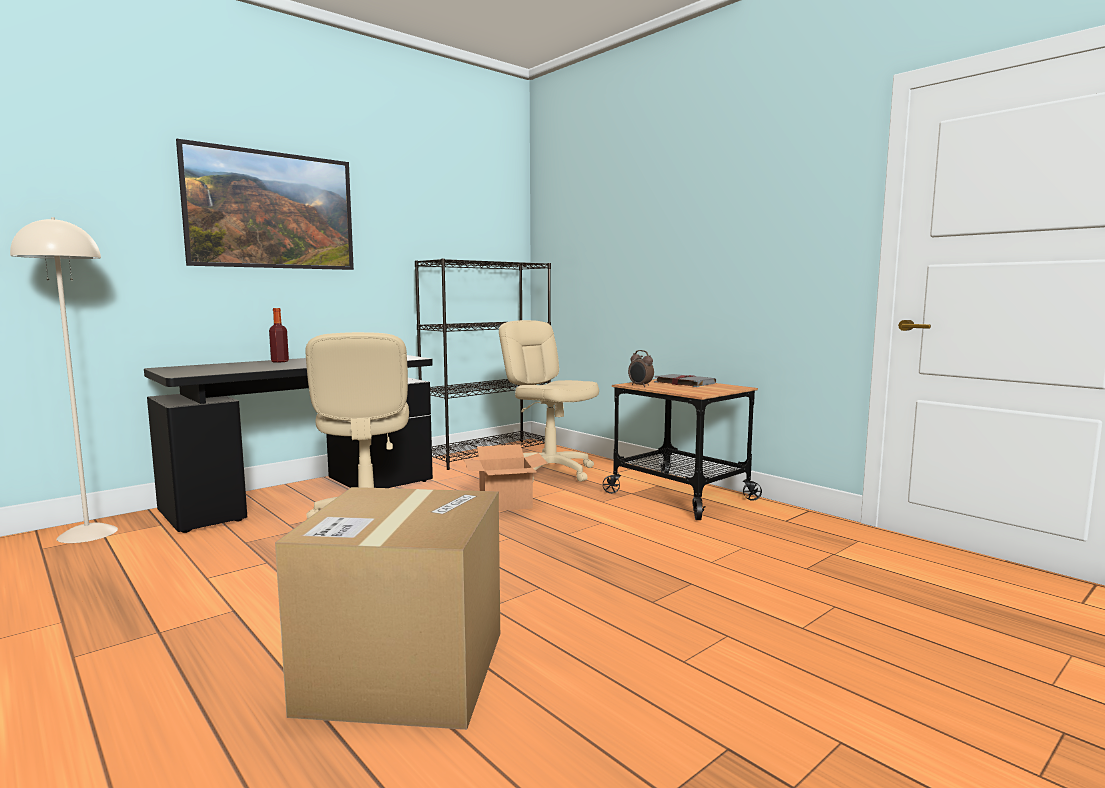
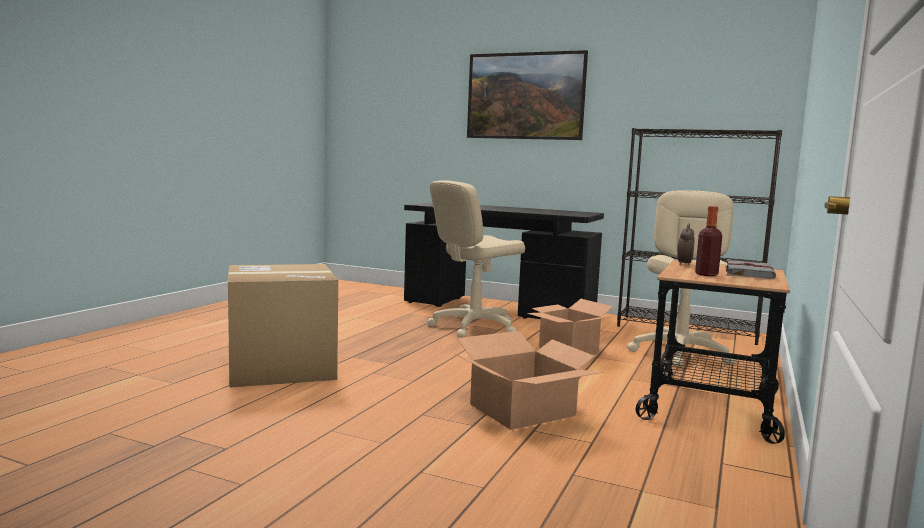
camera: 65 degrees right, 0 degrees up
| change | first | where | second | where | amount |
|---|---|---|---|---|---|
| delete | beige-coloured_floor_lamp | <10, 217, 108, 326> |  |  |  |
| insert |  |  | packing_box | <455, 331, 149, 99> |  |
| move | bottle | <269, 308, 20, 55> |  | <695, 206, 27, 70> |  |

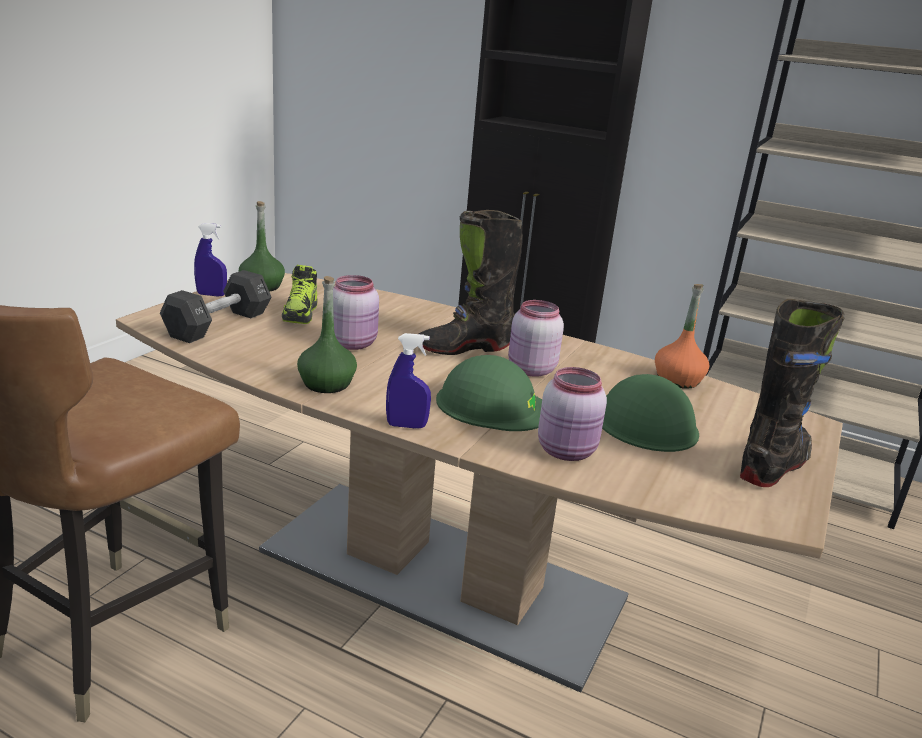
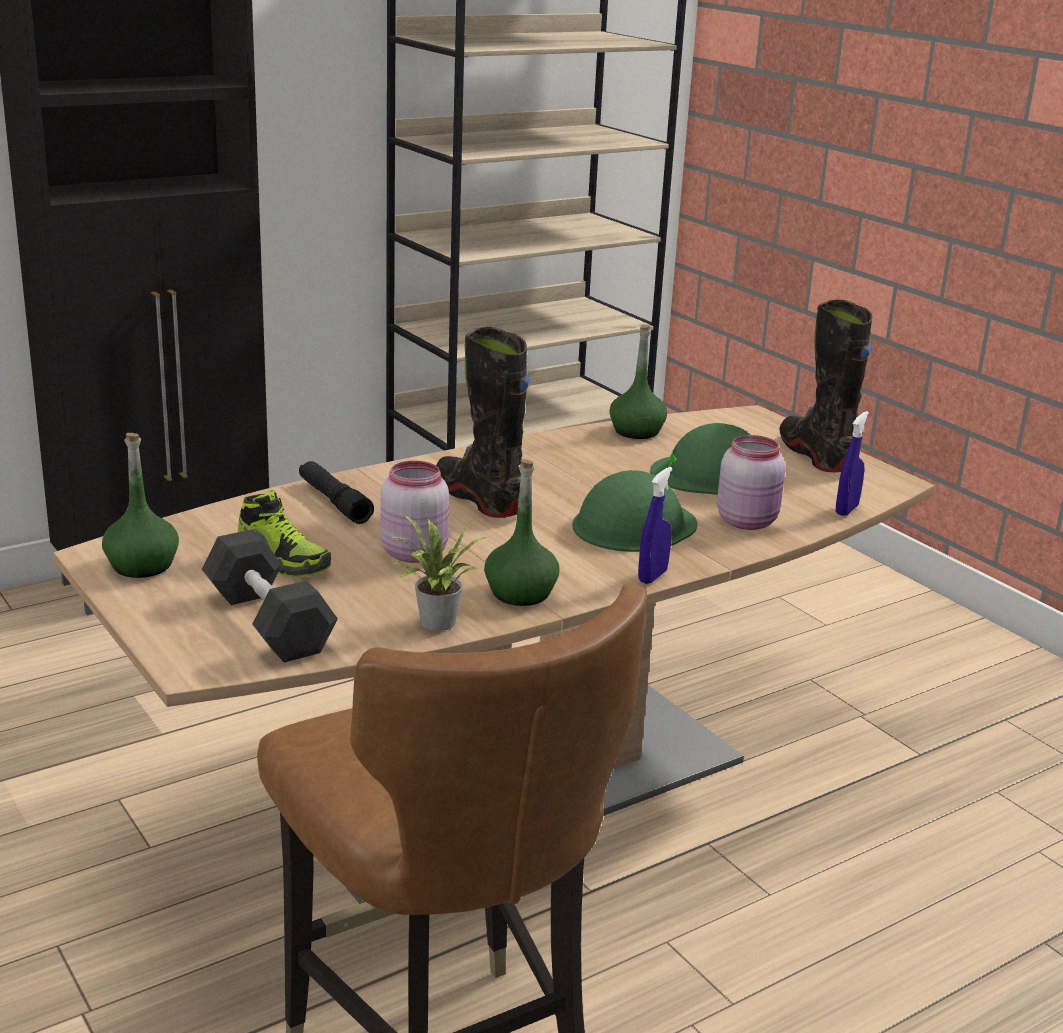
camera: 60 degrees left, 0 degrees up
| change | first | where | second | where | amount |
|---|---|---|---|---|---|
| delete | pink-coloured_jar | <508, 300, 56, 77> |  |  |  |
| insert |  |  | black_flashlight | <299, 461, 75, 63> |  |
| insert |  |  | houseplant | <391, 514, 96, 117> |  |
| move | bluish_sprayer | <194, 223, 33, 74> |  | <836, 411, 33, 105> |  |
| recolor | orange_bottle | <655, 284, 54, 105> | green-coloured_bottle | <609, 325, 58, 114> |  |
| rotate | black_tall_boot | <419, 210, 104, 145> |  | <436, 327, 94, 191> | 135 degrees clockwise |

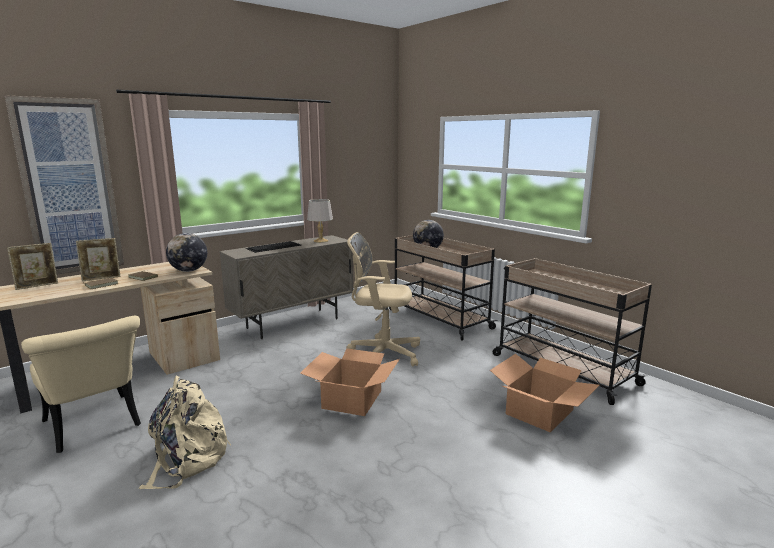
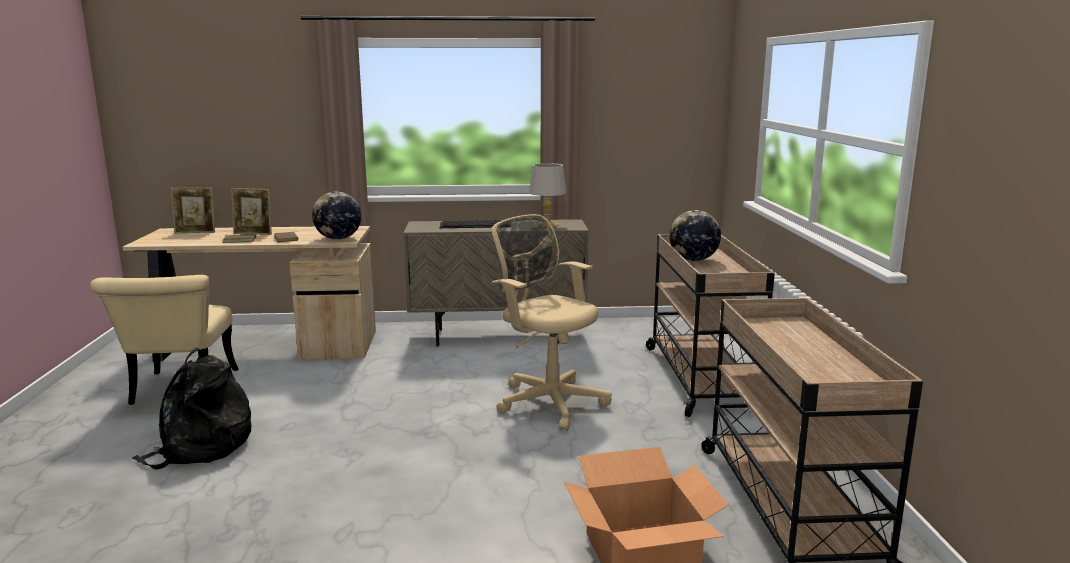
camera: 35 degrees right, 0 degrees up
| change | first | where | second | where | amount |
|---|---|---|---|---|---|
| delete | wall_art | <5, 95, 119, 180> |  |  |  |
| delete | packing_box | <300, 349, 100, 67> |  |  |  |
| recolor | beige-coloured_rucksack | <139, 376, 92, 113> | black_rucksack | <132, 348, 119, 122> |  |

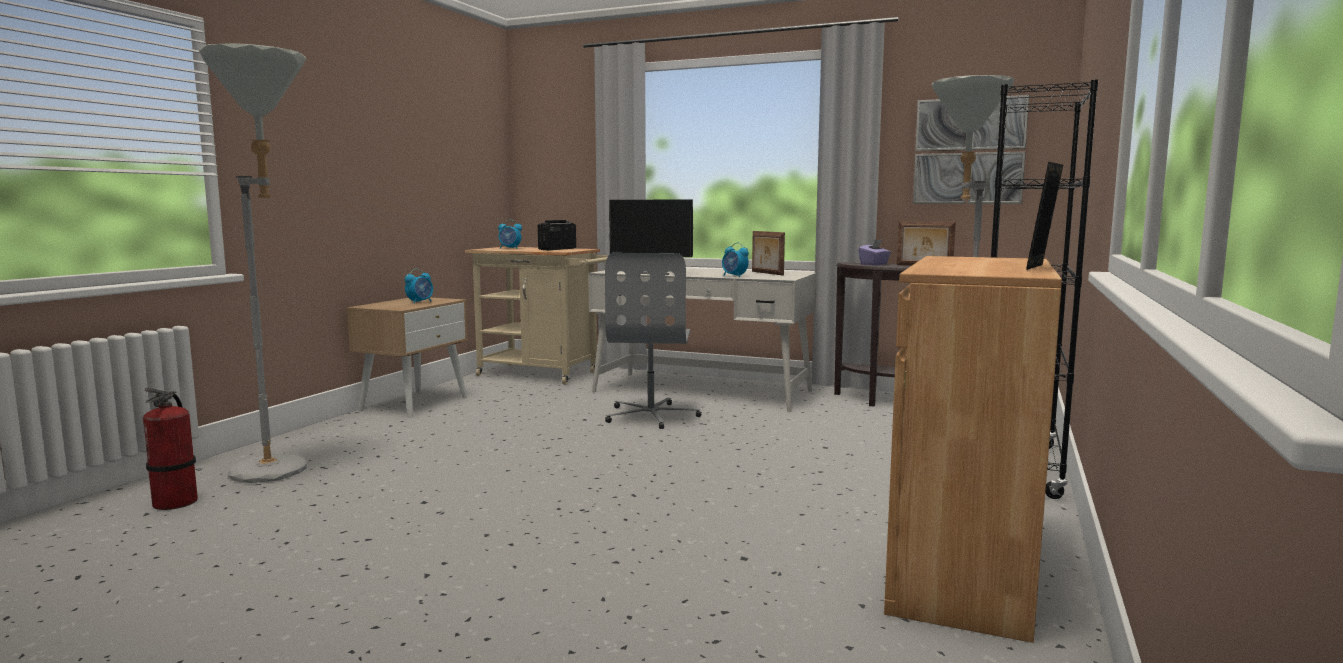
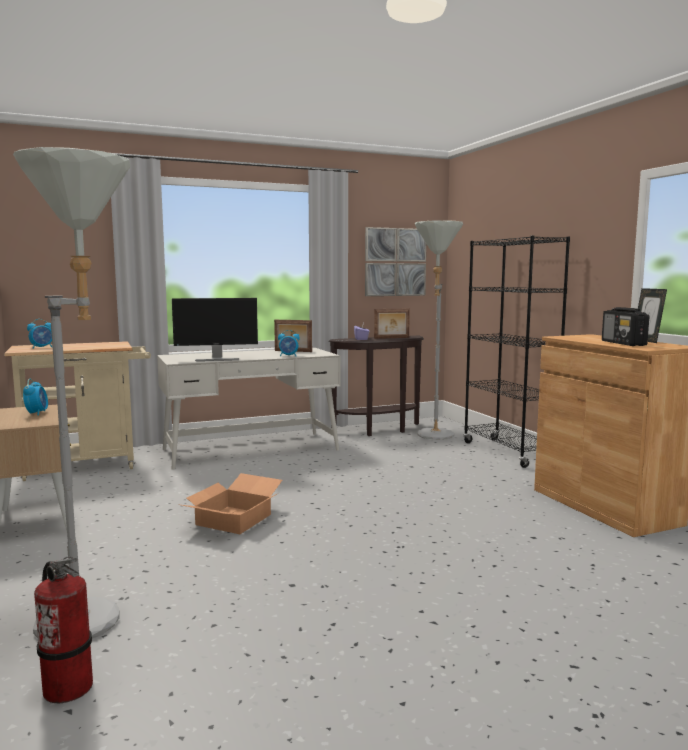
camera: 45 degrees left, 0 degrees up
| change | first | where | second | where | amount |
|---|---|---|---|---|---|
| delete | gray_desk_chair | <605, 253, 96, 176> |  |  |  |
| insert |  |  | packing_box | <178, 473, 104, 61> |  |
| move | radio_receiver | <538, 220, 38, 30> |  | <602, 307, 47, 39> |  |

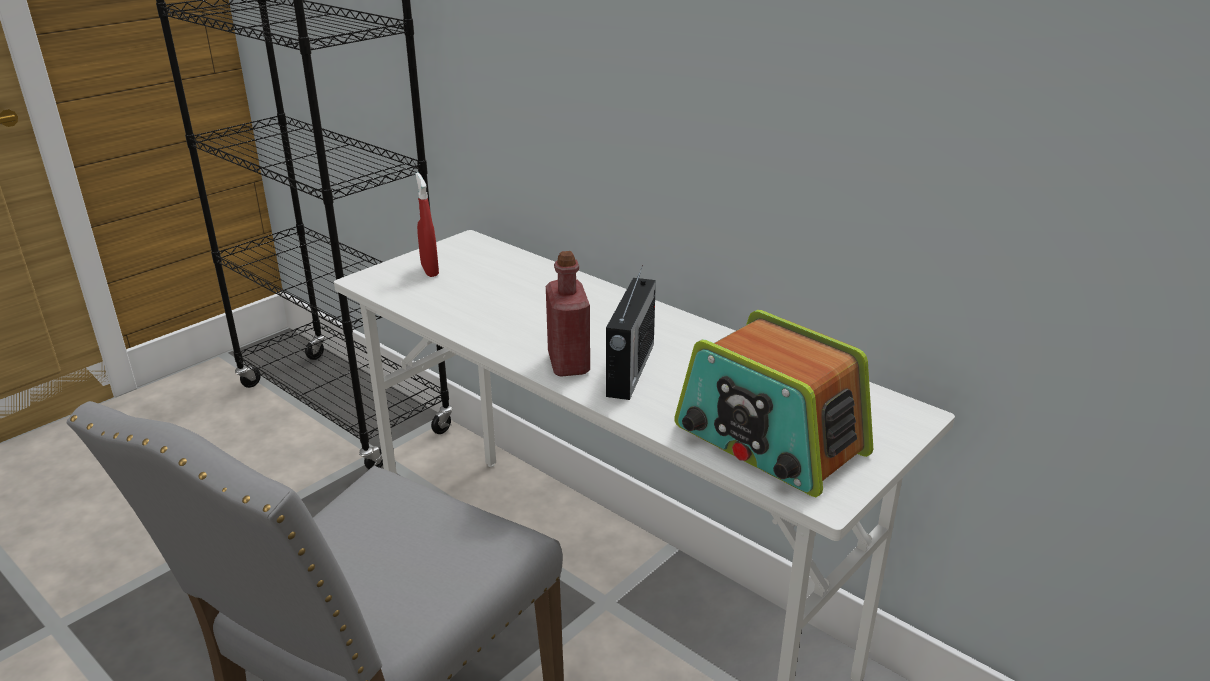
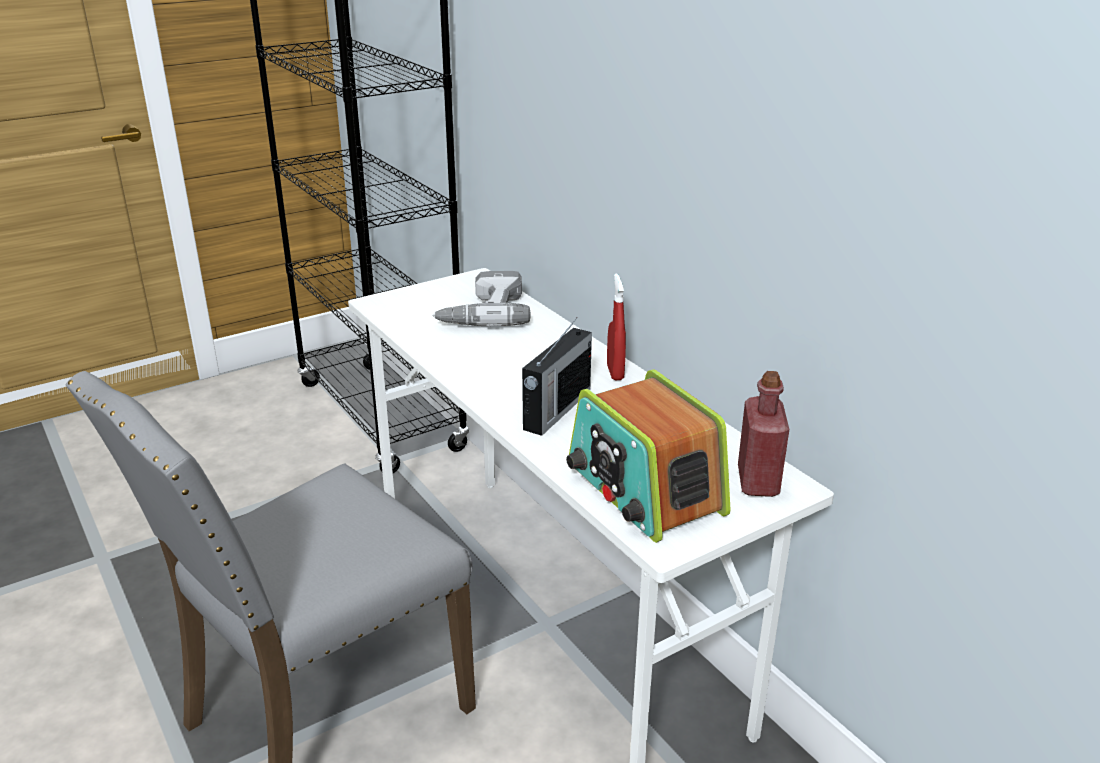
camera: 15 degrees right, 0 degrees up
| change | first | where | second | where | amount |
|---|---|---|---|---|---|
| insert |  |  | electric_drill | <433, 271, 98, 55> |  |
| move | red-coloured_sprayer | <416, 173, 23, 104> |  | <607, 274, 19, 106> |  |
| move | red-coloured_bottle | <546, 251, 44, 126> |  | <738, 371, 51, 126> |  |

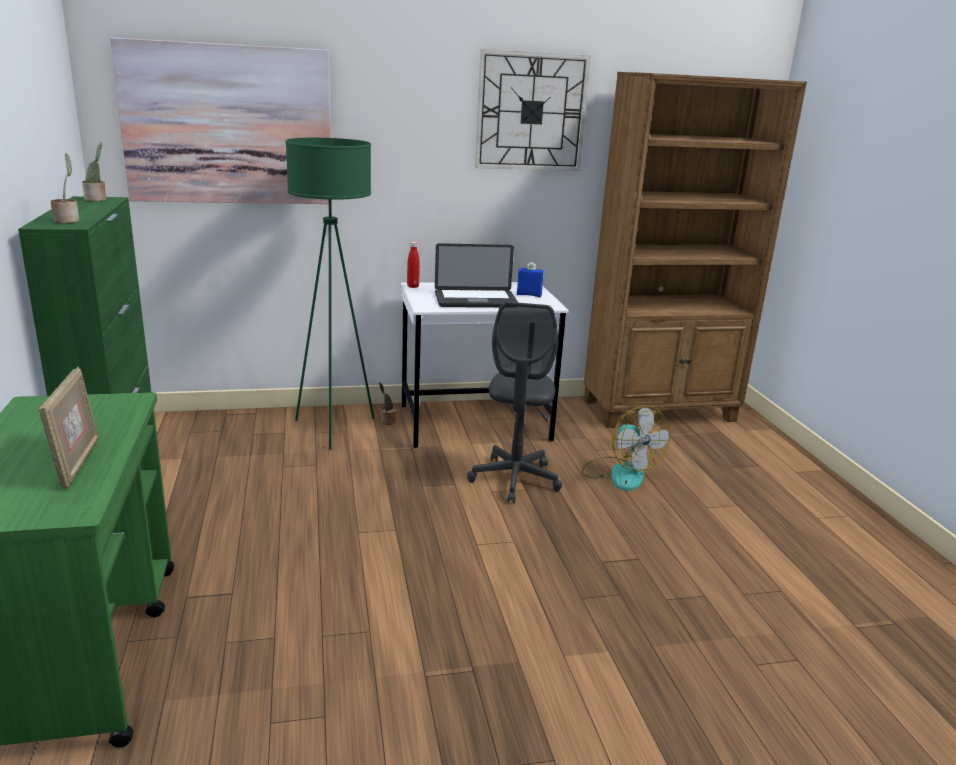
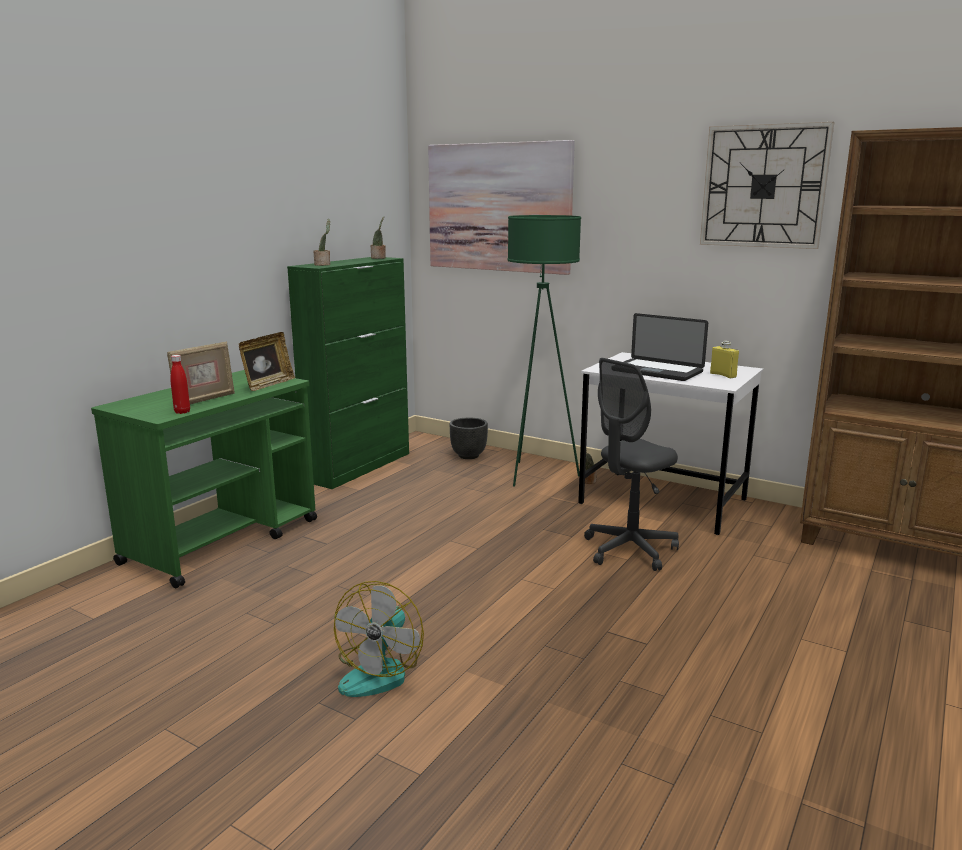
camera: 45 degrees right, 5 degrees down
| change | first | where | second | where | amount |
|---|---|---|---|---|---|
| insert |  |  | standing_frame | <239, 332, 56, 59> |  |
| insert |  |  | black_planter | <450, 418, 38, 41> |  |
| move | red-coloured_bottle | <407, 242, 13, 46> |  | <171, 355, 19, 59> |  |
| move | electric_fan | <582, 405, 88, 86> |  | <334, 581, 90, 116> |  |
| recolor | bluish_bottle | <517, 263, 27, 34> | yellow_bottle | <710, 341, 29, 37> |  |

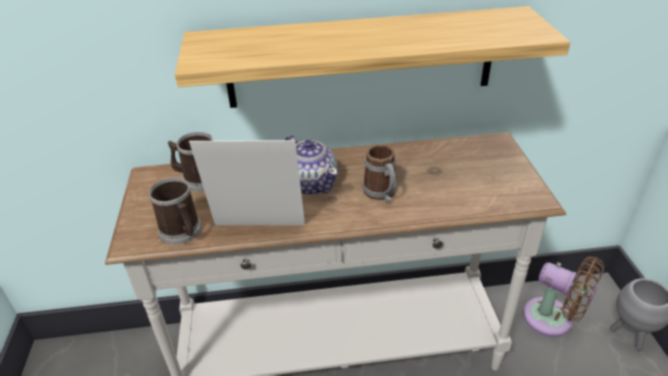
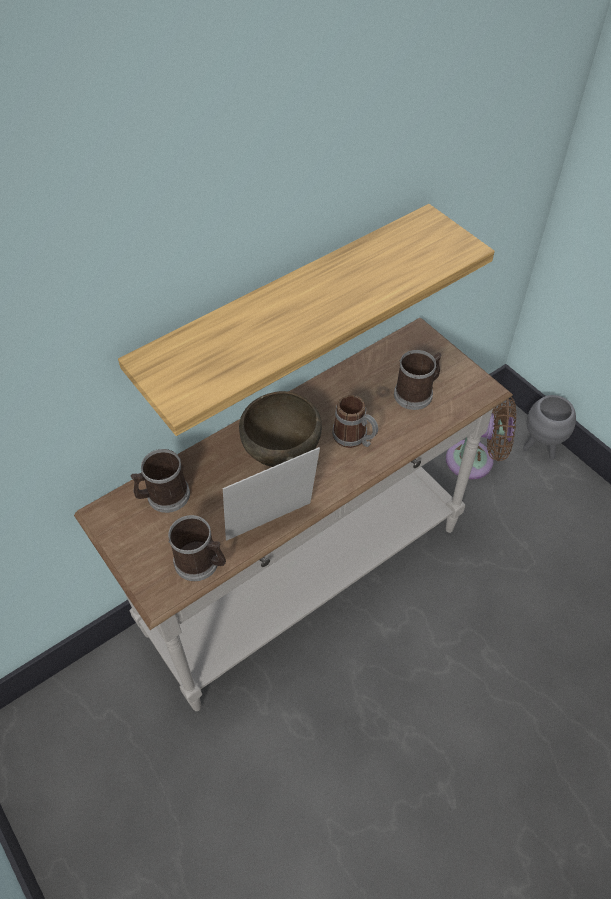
camera: 30 degrees left, 15 degrees up
| change | first | where | second | where | amount |
|---|---|---|---|---|---|
| insert |  |  | mug | <394, 350, 47, 60> |  |
| replace | teapot | <285, 135, 53, 60> | brown-coloured_deep_dish | <239, 391, 83, 76> |  |

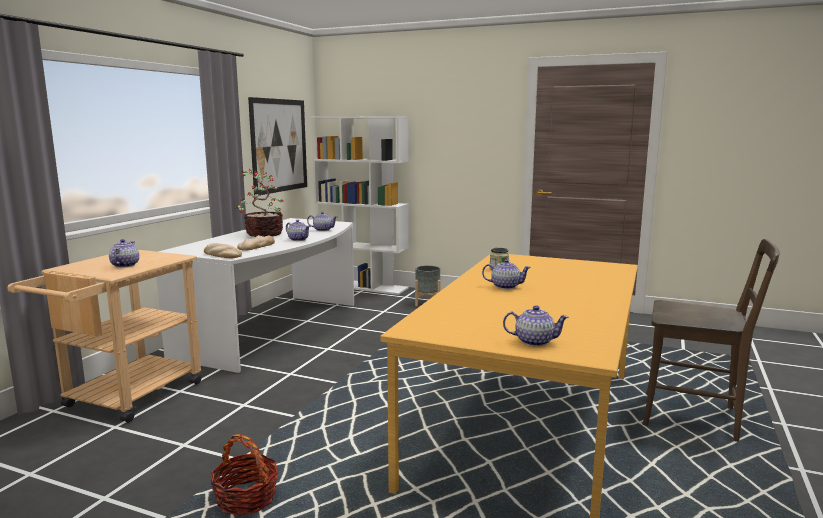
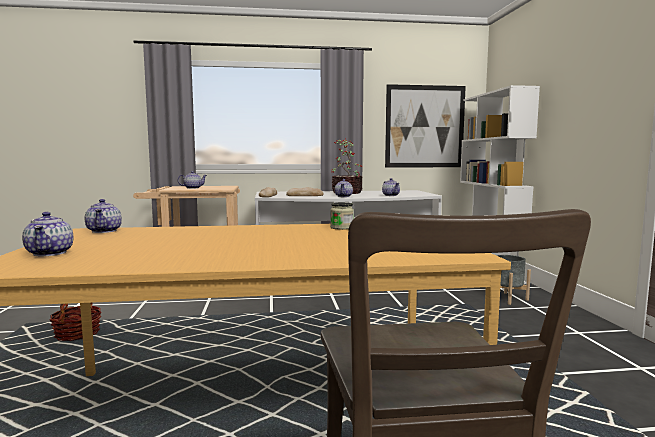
camera: 60 degrees right, 5 degrees down
| change | first | where | second | where | amount |
|---|---|---|---|---|---|
| move | teapot | <482, 259, 49, 30> |  | <85, 199, 37, 34> |  |

